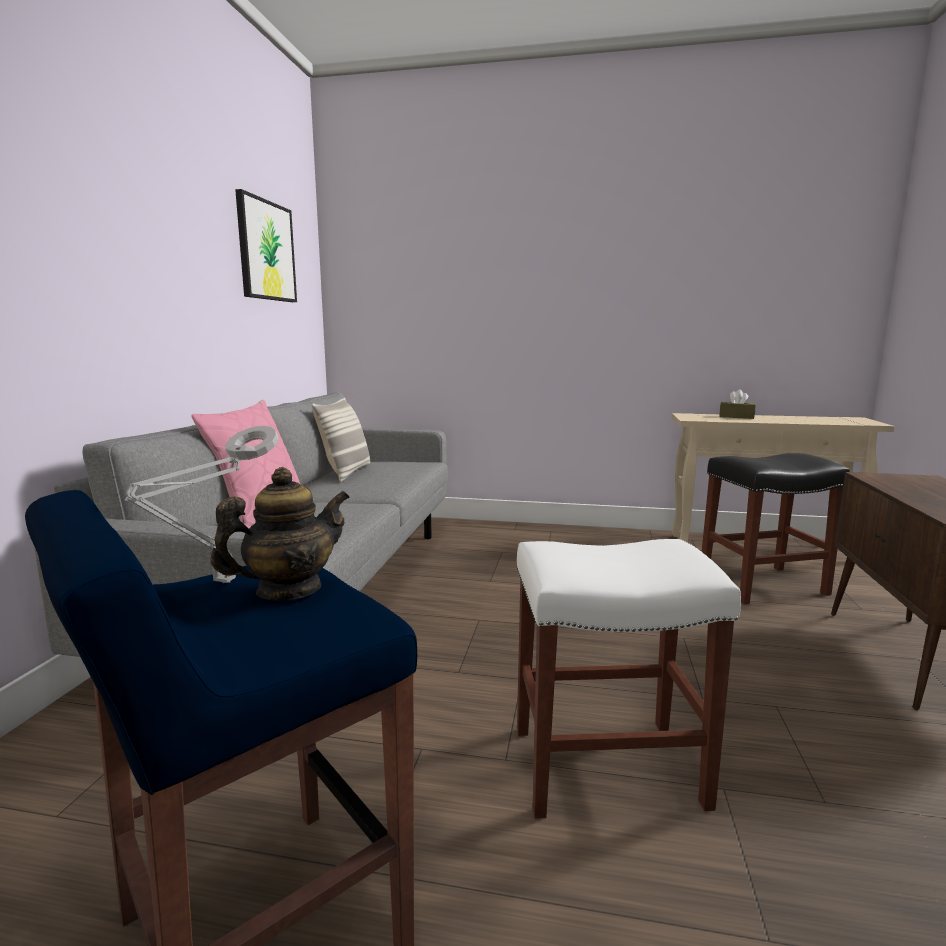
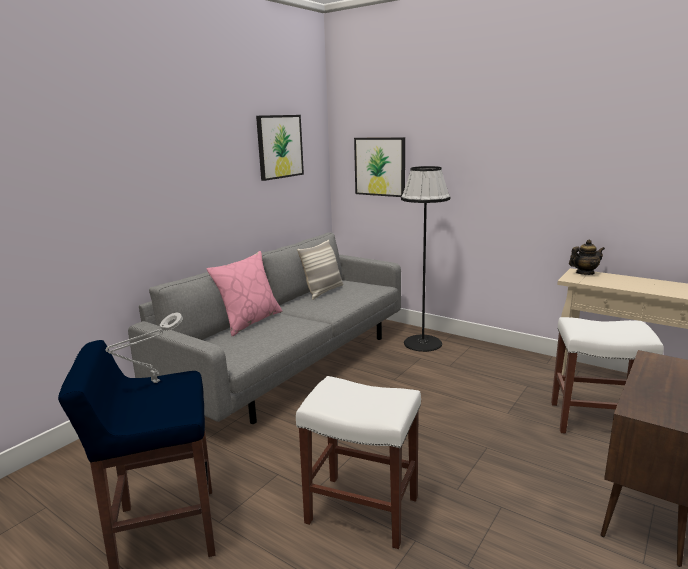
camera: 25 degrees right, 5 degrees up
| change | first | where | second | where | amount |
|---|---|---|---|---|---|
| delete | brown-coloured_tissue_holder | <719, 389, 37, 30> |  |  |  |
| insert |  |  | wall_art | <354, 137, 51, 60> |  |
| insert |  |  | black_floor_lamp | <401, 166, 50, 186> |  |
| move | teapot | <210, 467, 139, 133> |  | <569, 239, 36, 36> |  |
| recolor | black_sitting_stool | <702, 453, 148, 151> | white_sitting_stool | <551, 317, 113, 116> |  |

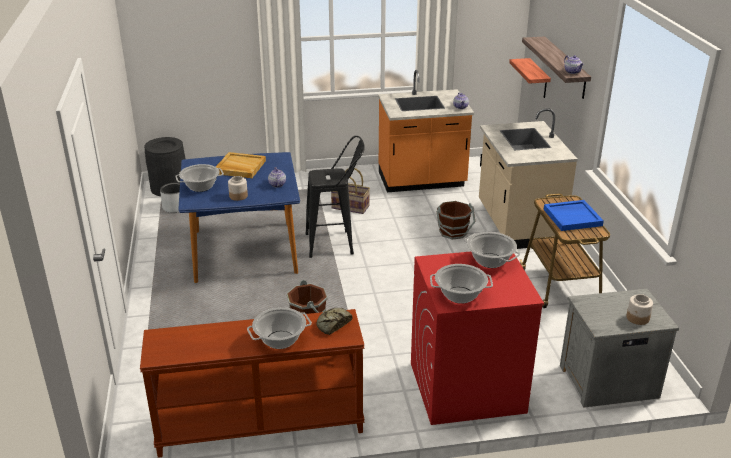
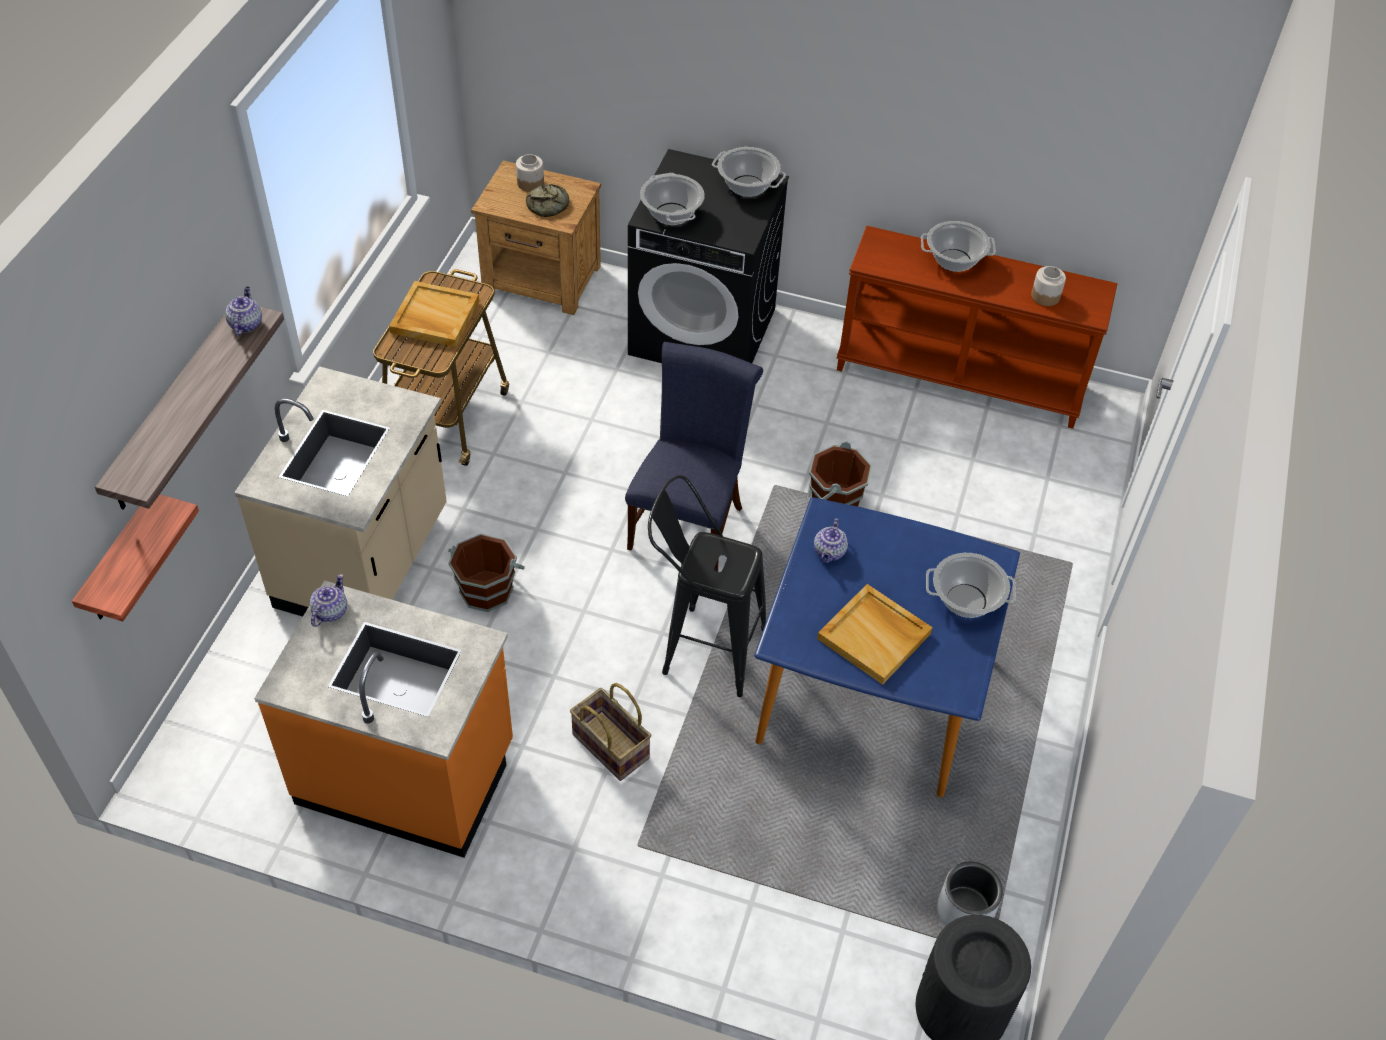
camera: 155 degrees left, 20 degrees up
| change | first | where | second | where | amount |
|---|---|---|---|---|---|
| insert |  |  | bluish_plain_chair | <625, 342, 138, 229> |  |
| move | jar | <228, 176, 20, 25> |  | <1031, 266, 35, 40> |  |
| move | bakery_bread | <316, 308, 37, 27> |  | <526, 184, 43, 33> |  |
| recolor | red-coloured_laundry_machine | <411, 252, 133, 173> | black_laundry_machine | <628, 149, 161, 214> |  |
| recolor | bluish_tray | <544, 200, 60, 31> | beige-coloured_tray | <389, 281, 90, 66> |  |
| recolor | gray_night_table | <560, 289, 119, 119> | brown-coloured_night_table | <471, 161, 130, 154> |  |

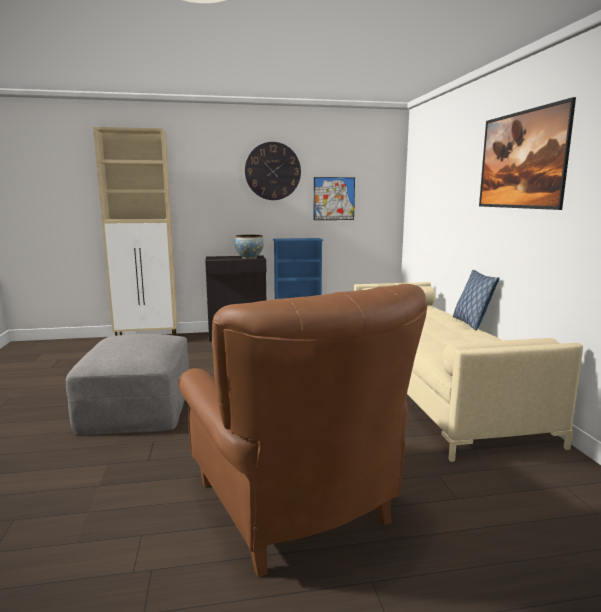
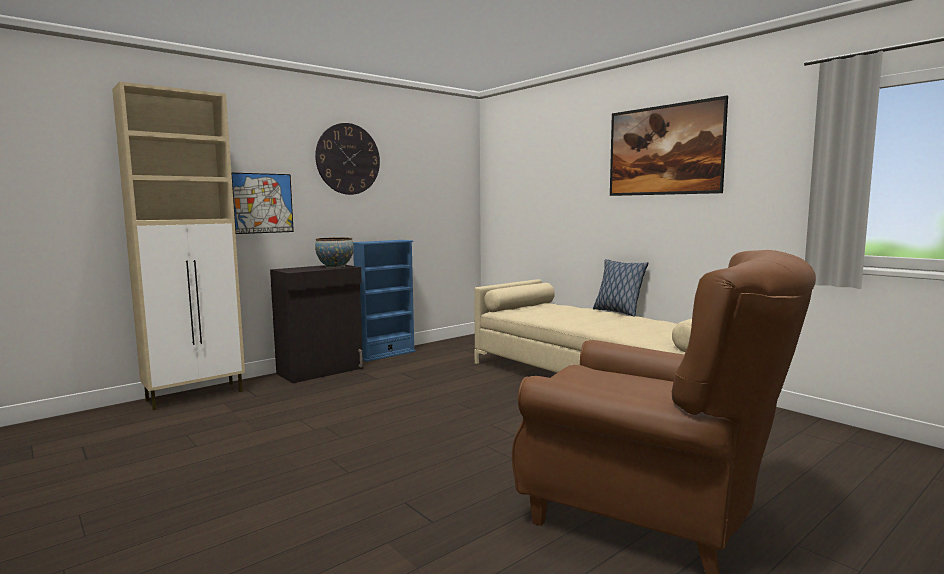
camera: 30 degrees left, 5 degrees down
| change | first | where | second | where | amount |
|---|---|---|---|---|---|
| delete | gray_pouffe | <66, 334, 123, 101> |  |  |  |
| move | wall_art | <314, 177, 41, 43> |  | <231, 173, 63, 61> |  |

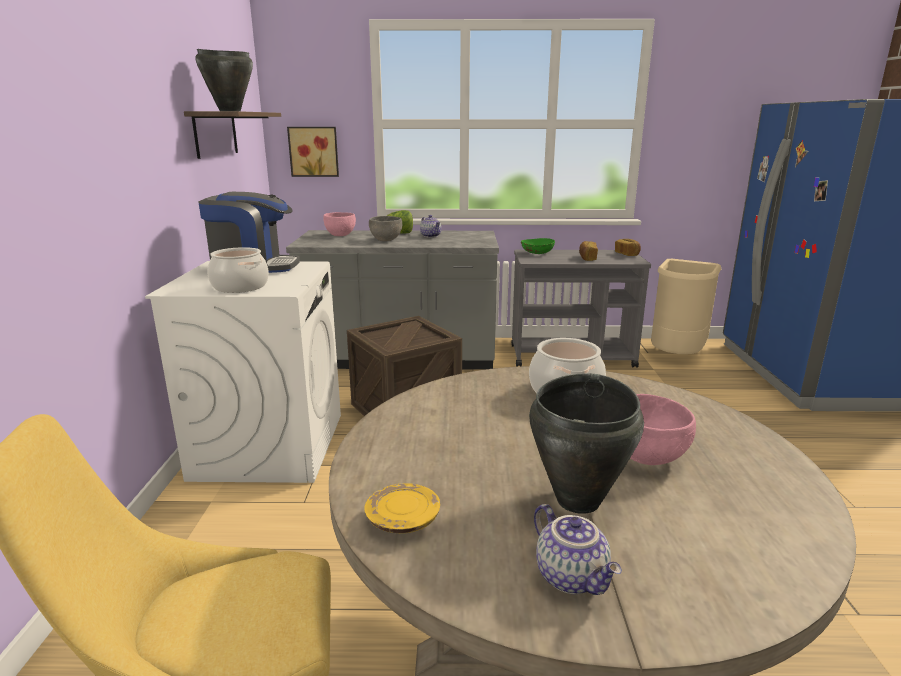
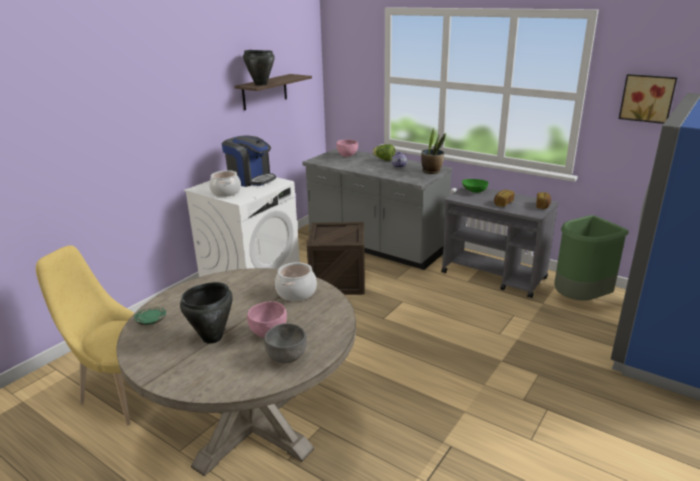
camera: 35 degrees right, 5 degrees up
| change | first | where | second | where | amount |
|---|---|---|---|---|---|
| delete | teapot | <534, 504, 88, 91> |  |  |  |
| insert |  |  | houseplant | <421, 127, 25, 47> |  |
| move | wall_art | <287, 127, 52, 50> |  | <619, 74, 58, 50> |  |
| move | gray_deep_dish | <369, 216, 33, 25> |  | <264, 323, 43, 40> |  |
| recolor | yellow_dinner_plate | <364, 483, 76, 50> | green-coloured_dinner_plate | <134, 307, 32, 18> |  |
| recolor | beige-coloured_waste_bin | <651, 259, 70, 95> | green-coloured_waste_bin | <554, 215, 74, 86> |  |

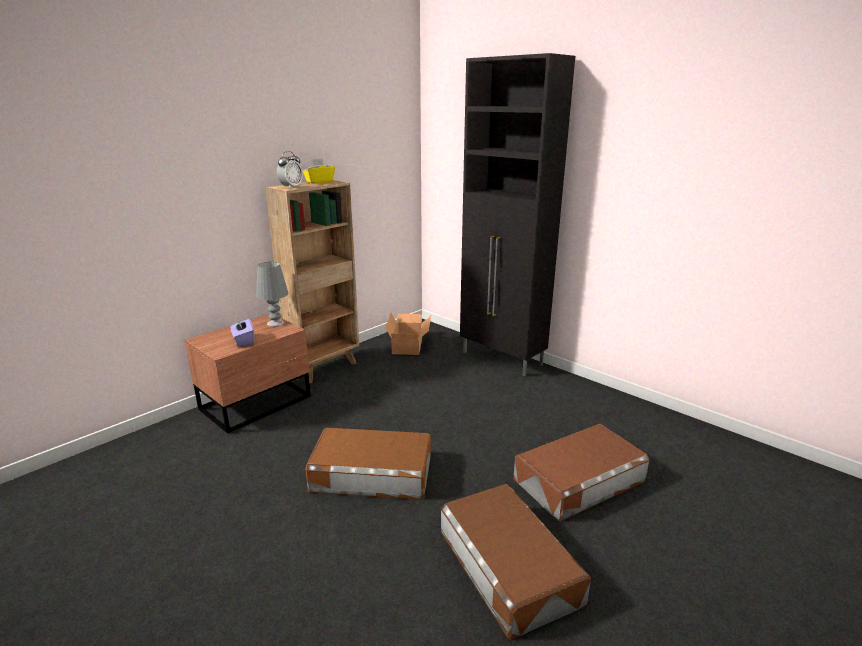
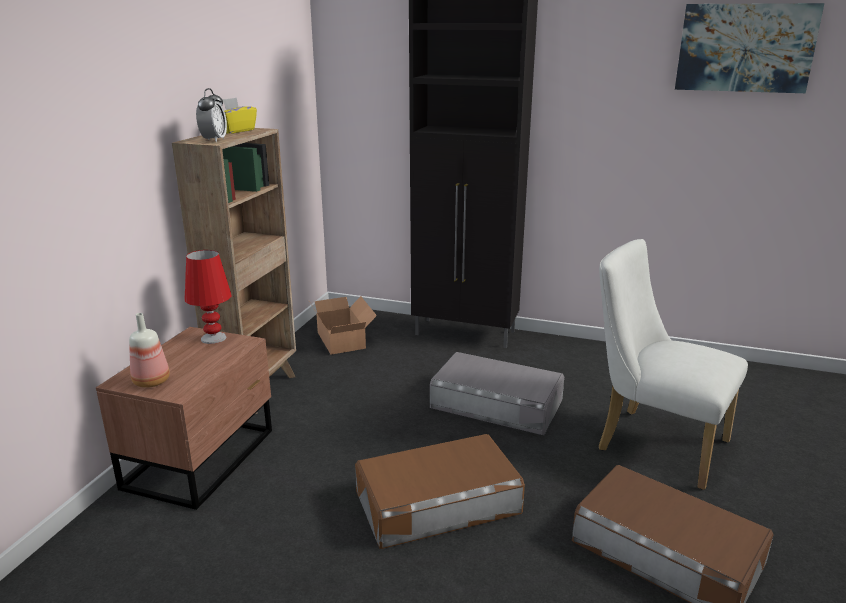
camera: 25 degrees left, 0 degrees up
| change | first | where | second | where | amount |
|---|---|---|---|---|---|
| delete | purple_tissue_holder | <230, 318, 24, 29> |  |  |  |
| insert |  |  | bottle | <129, 313, 41, 75> |  |
| insert |  |  | gray_storage_container | <430, 352, 134, 83> |  |
| insert |  |  | wall_art | <675, 3, 149, 90> |  |
| replace | brown-coloured_storage_container | <513, 424, 137, 97> | white_plain_chair | <599, 239, 149, 251> |  |
| recolor | gray_table_lamp | <256, 262, 32, 65> | red-coloured_table_lamp | <185, 250, 47, 94> |  |

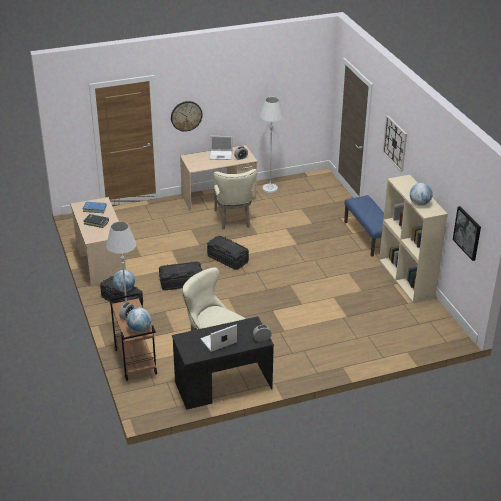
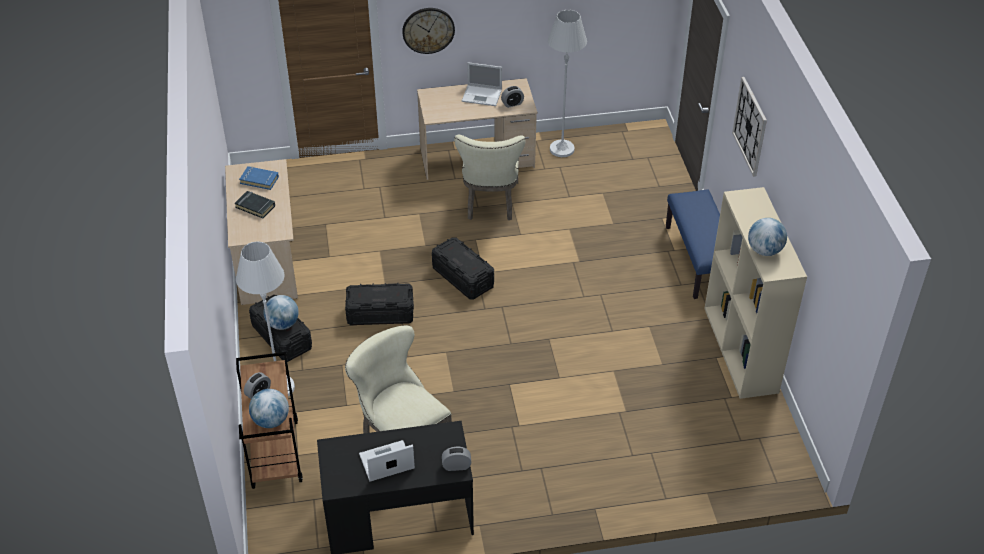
camera: 10 degrees right, 10 degrees up
| change | first | where | second | where | amount |
|---|---|---|---|---|---|
| delete | wall_art | <453, 206, 28, 55> |  |  |  |

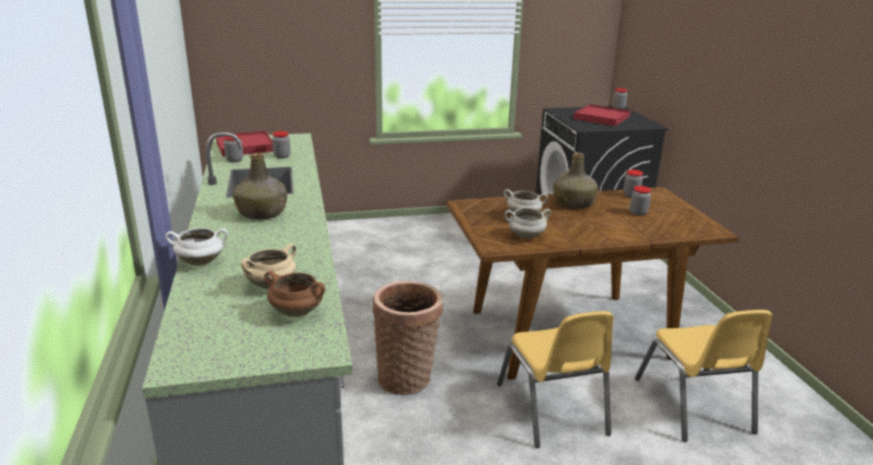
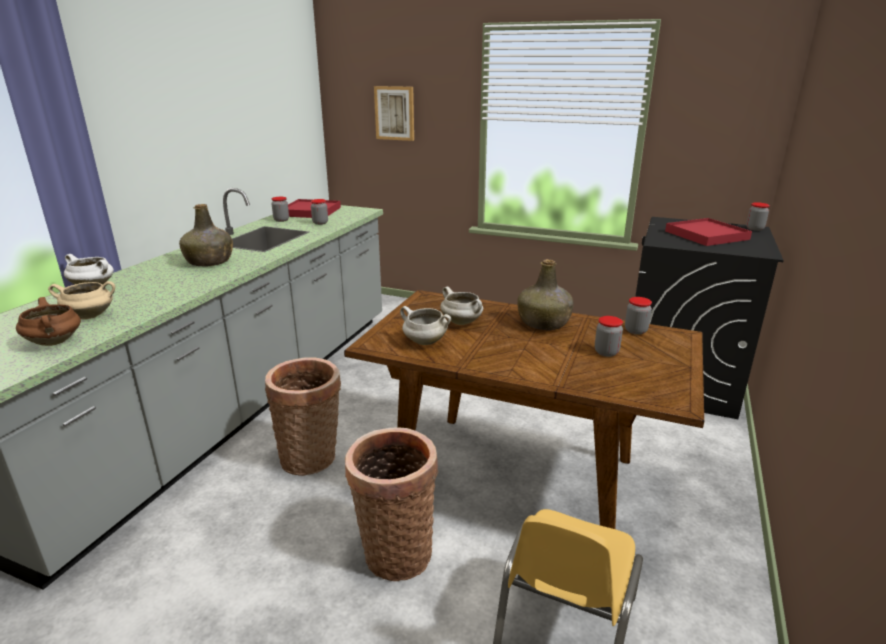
camera: 35 degrees right, 0 degrees up
| change | first | where | second | where | amount |
|---|---|---|---|---|---|
| insert |  |  | wall_art | <374, 86, 40, 55> |  |
| replace | yellow_plain_chair | <497, 311, 116, 137> | household_basket | <345, 427, 93, 154> |  |

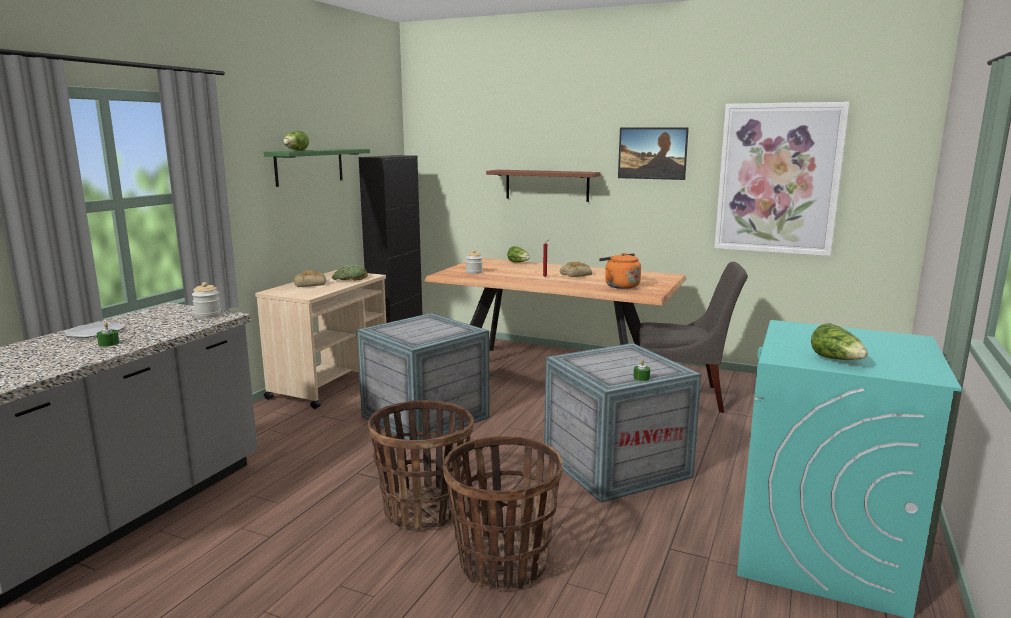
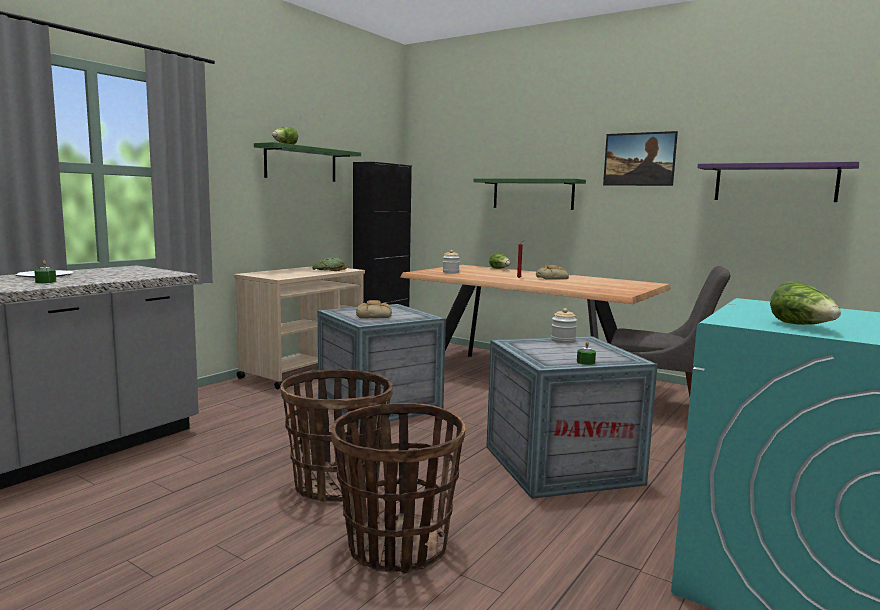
camera: 10 degrees right, 5 degrees down
| change | first | where | second | where | amount |
|---|---|---|---|---|---|
| delete | orange_tea_kettle | <599, 253, 42, 36> |  |  |  |
| move | jar | <192, 282, 29, 36> |  | <551, 308, 26, 35> |  |
| move | bakery_bread | <294, 270, 32, 17> |  | <356, 300, 36, 18> |  |
| replace | wall_art | <714, 102, 136, 154> | purple_wall_shelf | <698, 161, 161, 41> |  |
| recolor | brown-coloured_wall_shelf | <486, 170, 115, 32> | green-coloured_wall_shelf | <473, 179, 113, 31> |  |

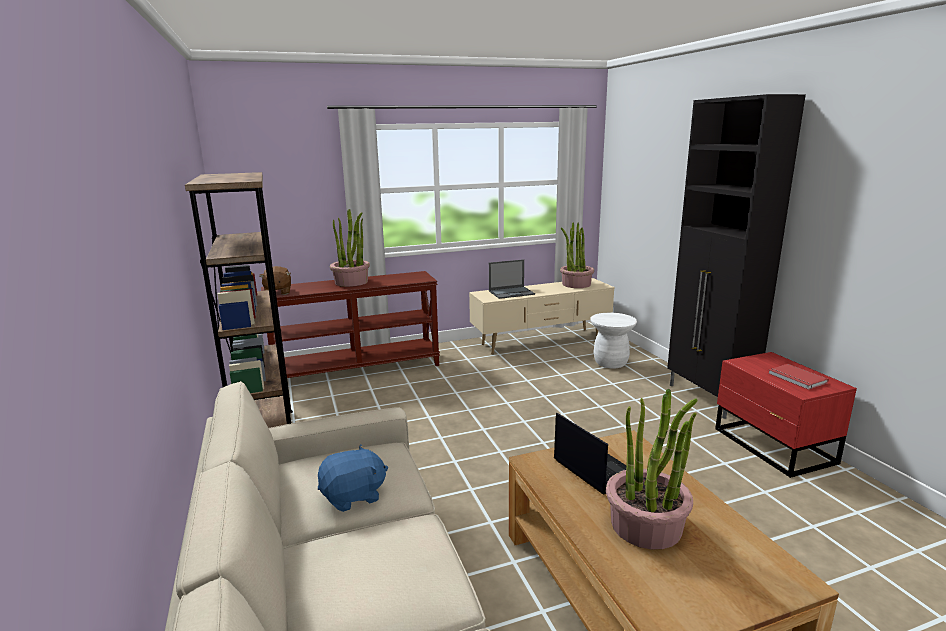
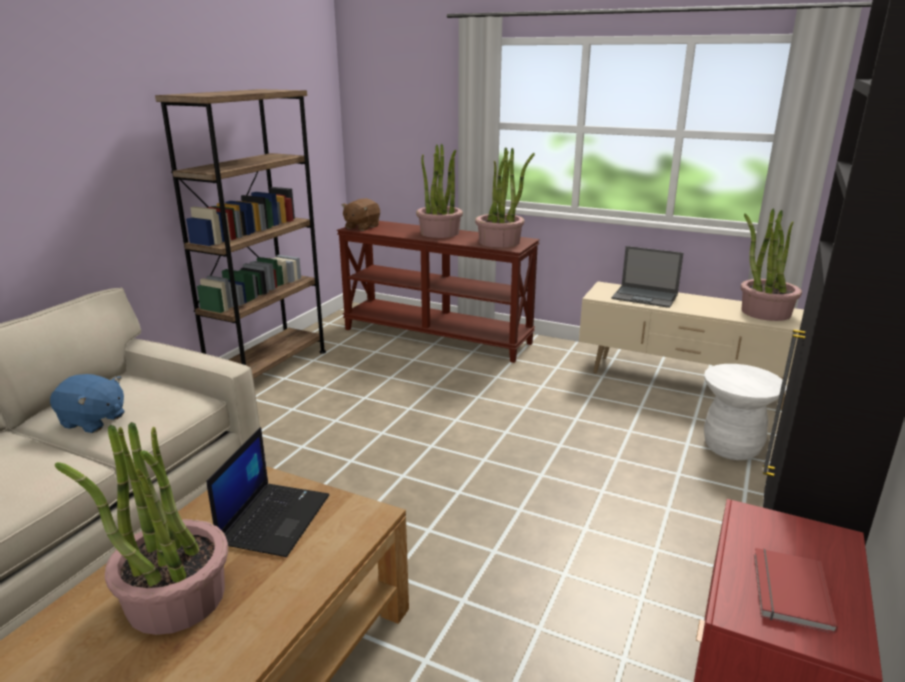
camera: 45 degrees right, 5 degrees up
| change | first | where | second | where | amount |
|---|---|---|---|---|---|
| insert |  |  | houseplant | <475, 148, 60, 100> |  |

